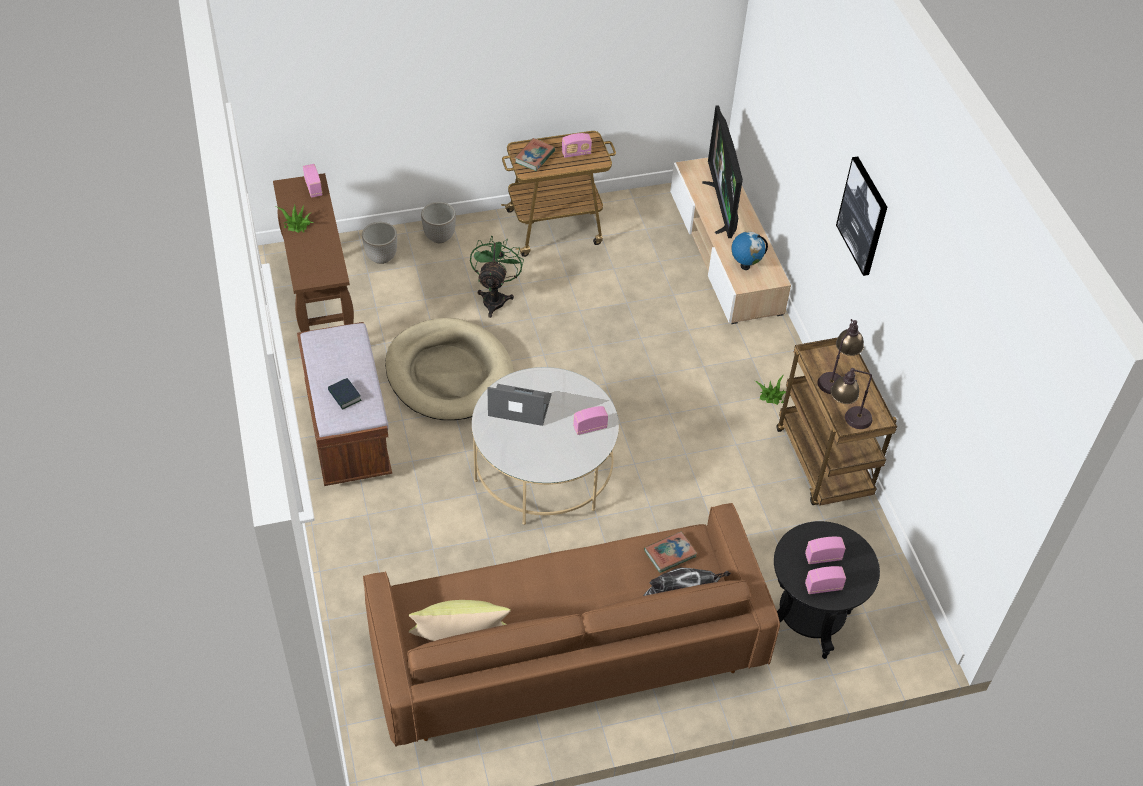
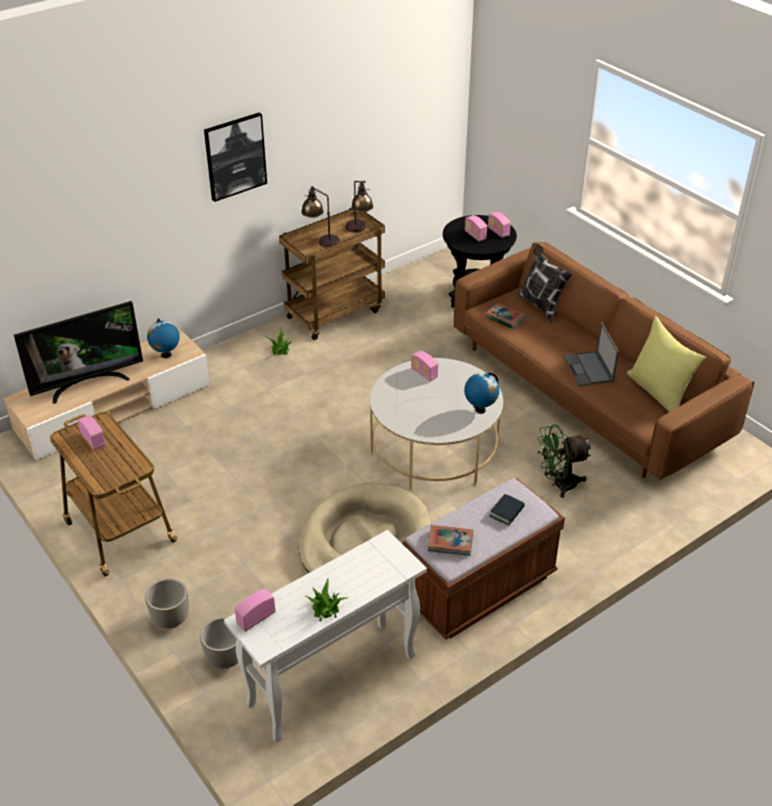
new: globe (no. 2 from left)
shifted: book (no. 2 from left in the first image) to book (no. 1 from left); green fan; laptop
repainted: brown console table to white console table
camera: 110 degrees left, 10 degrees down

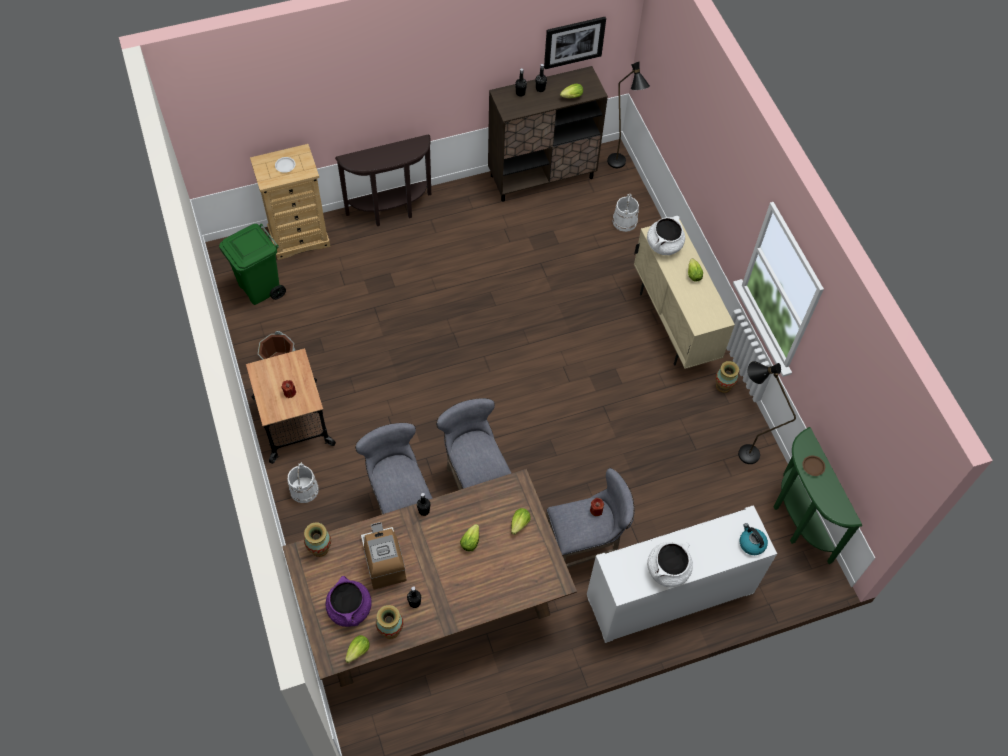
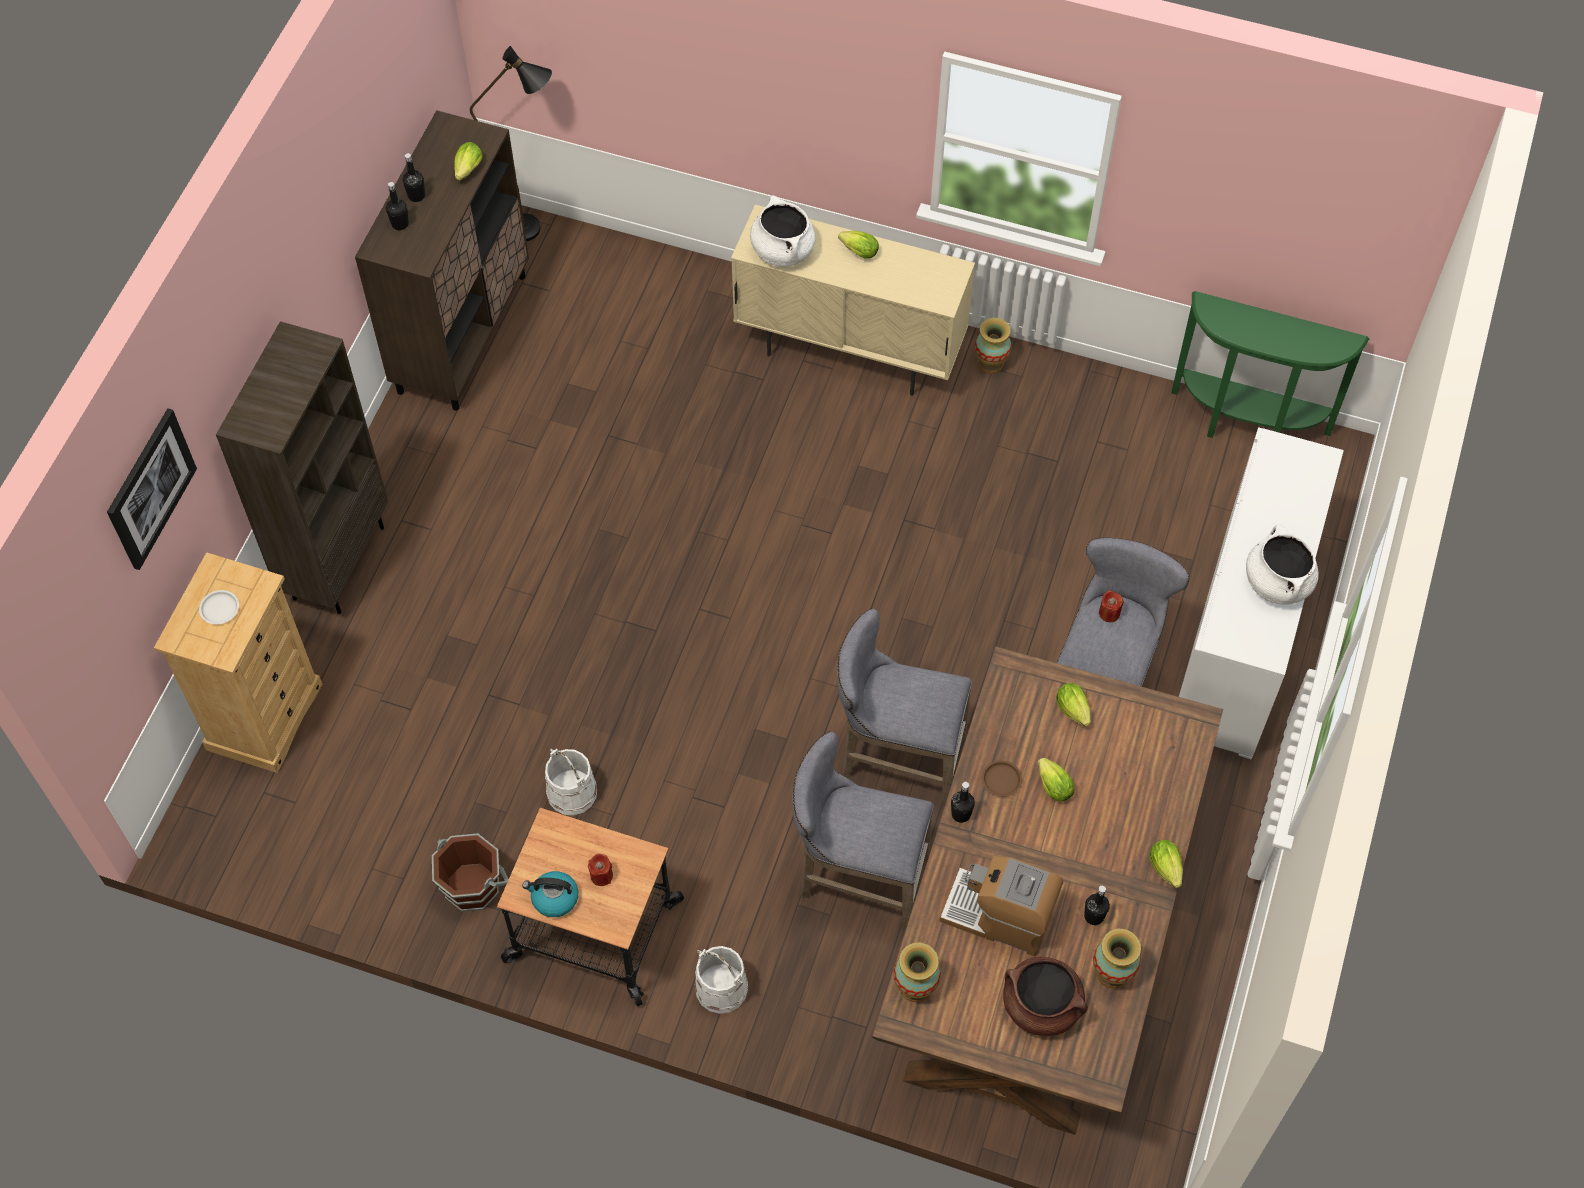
gone: green trash can; black floor lamp (no. 2 from left)
shifted: picture; kettle; white bucket (no. 2 from left in the first image) to white bucket (no. 1 from left); brown plate; lettuce (no. 1 from left in the first image) to lettuce (no. 5 from left)
swapped: brown console table to brown bookcase
repainted: purple cooking pot to brown cooking pot
camera: 50 degrees left, 0 degrees up

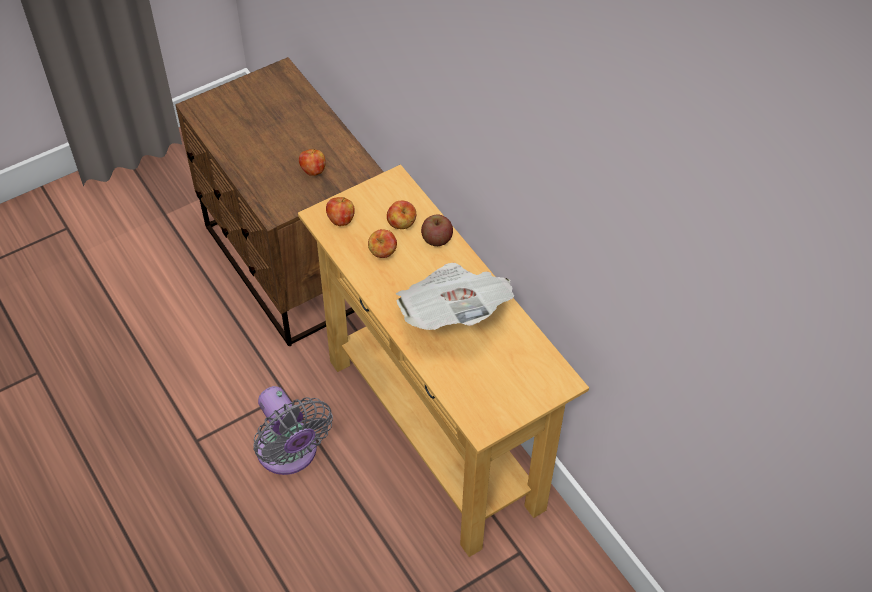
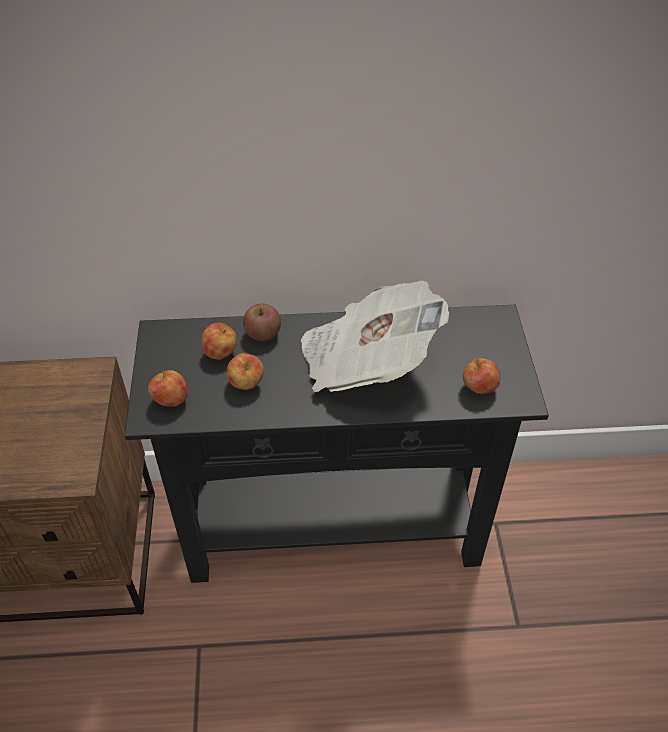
gone: grey fan
shifted: apple (no. 1 from left in the first image) to apple (no. 5 from left)
repainted: beige console table to black console table
camera: 60 degrees left, 5 degrees down

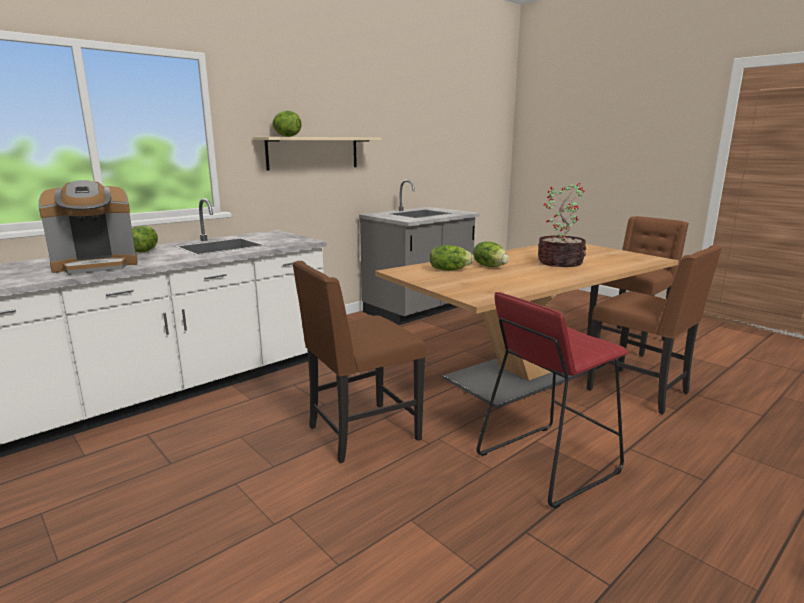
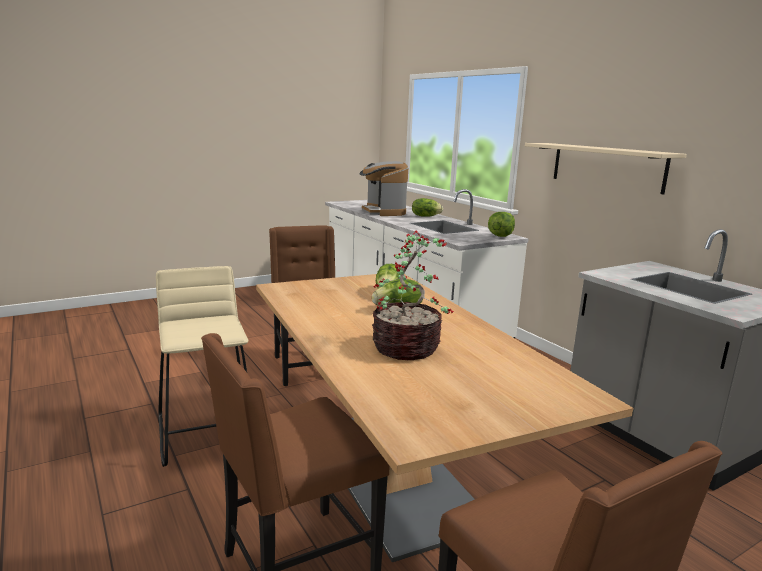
shifted: lettuce (no. 2 from left in the first image) to lettuce (no. 4 from left)
repainted: red stool to beige stool
camera: 100 degrees right, 0 degrees up

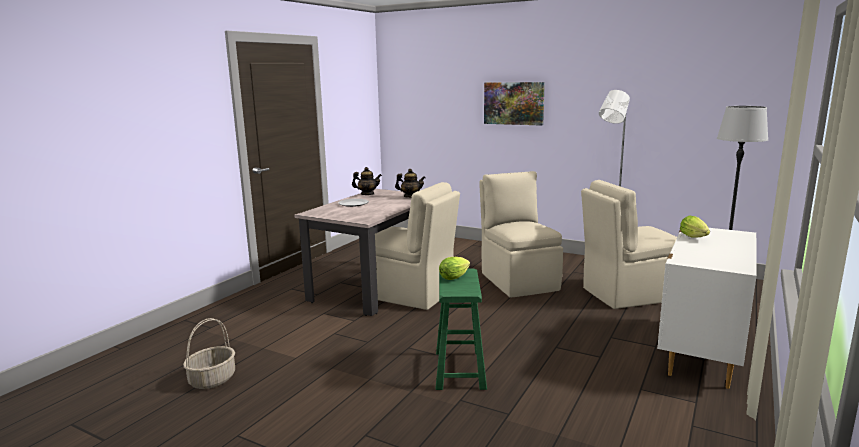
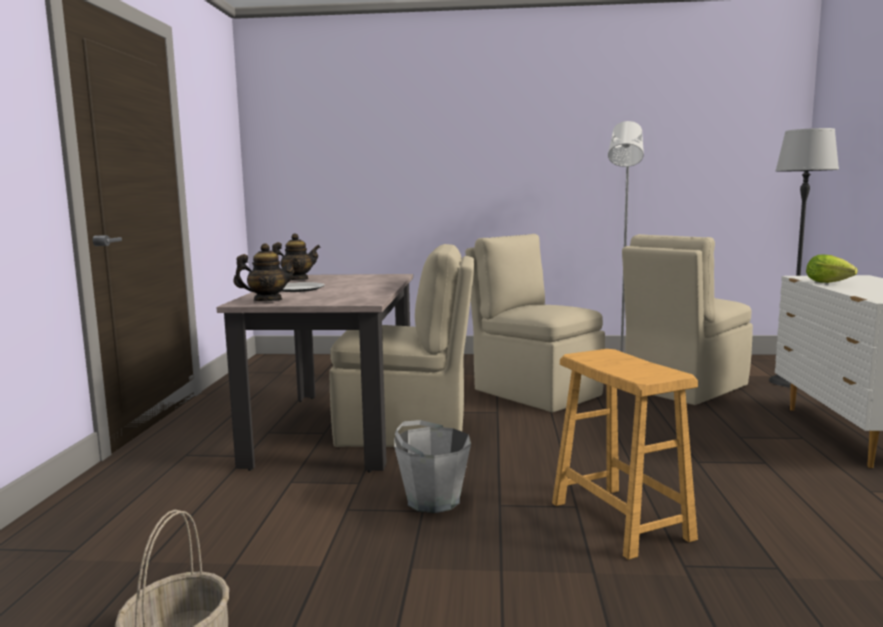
gone: lettuce (no. 1 from left); picture
new: grey bucket
shifted: teapot (no. 2 from left in the first image) to teapot (no. 1 from left)
repainted: green stool to brown stool
camera: 25 degrees left, 5 degrees down

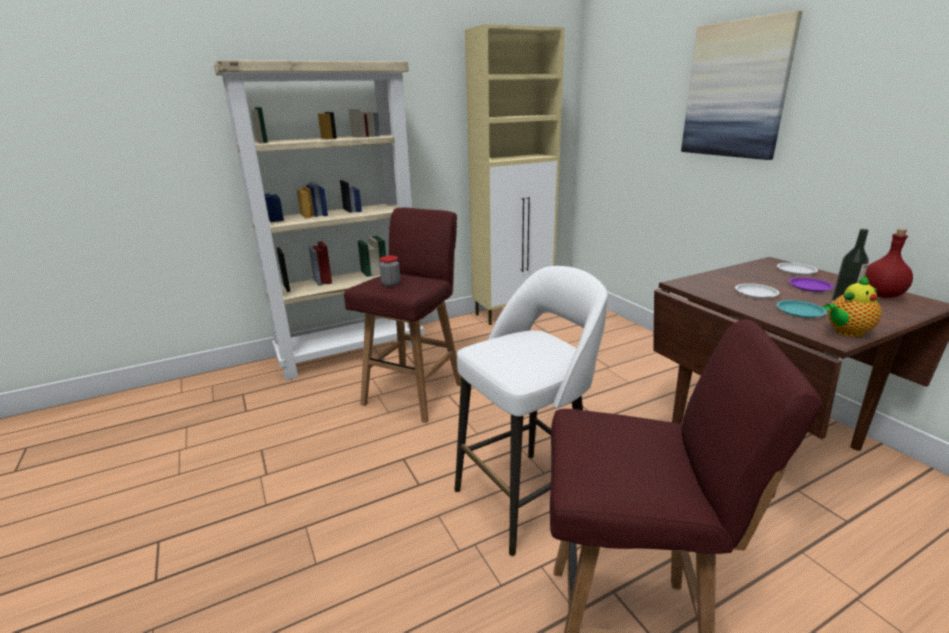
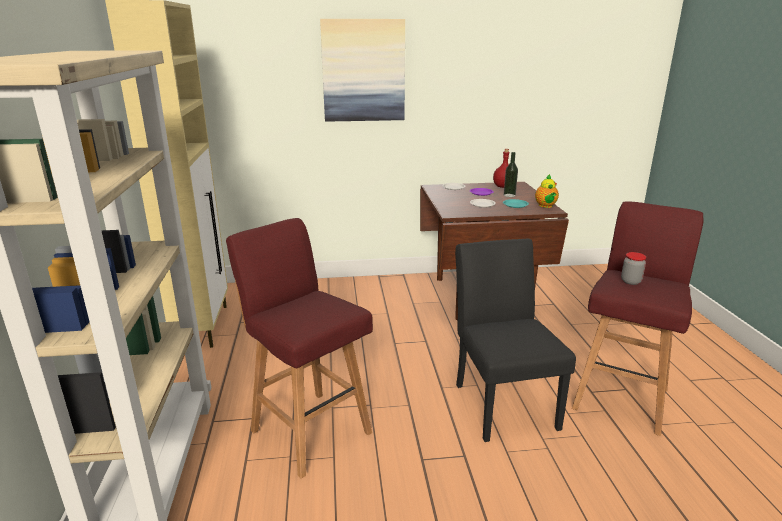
shifted: jar
swapped: white stool to black chair
camera: 70 degrees left, 0 degrees up

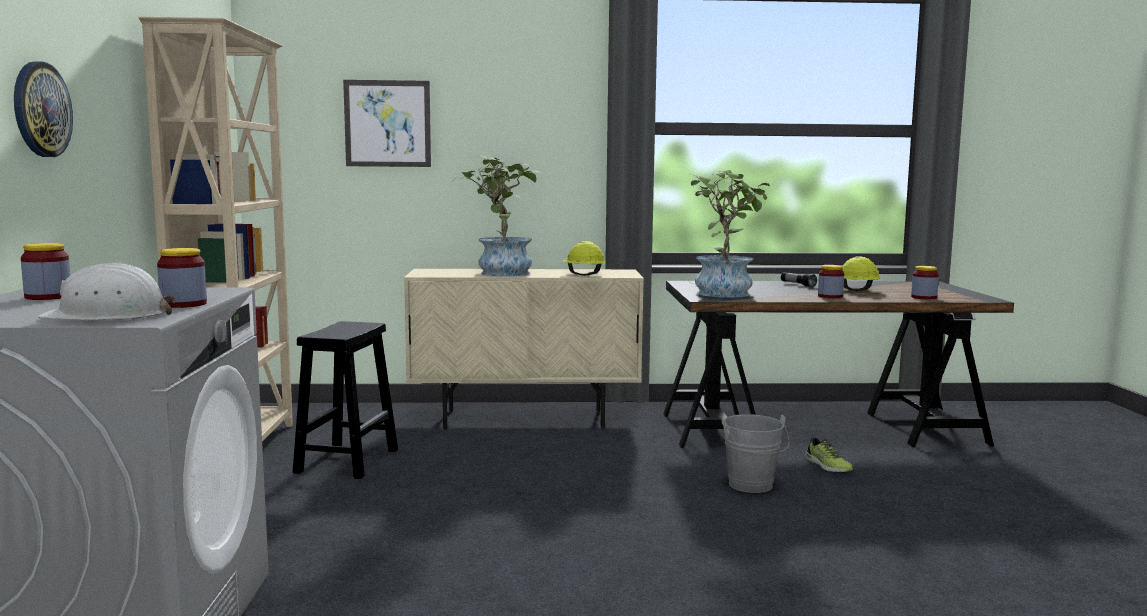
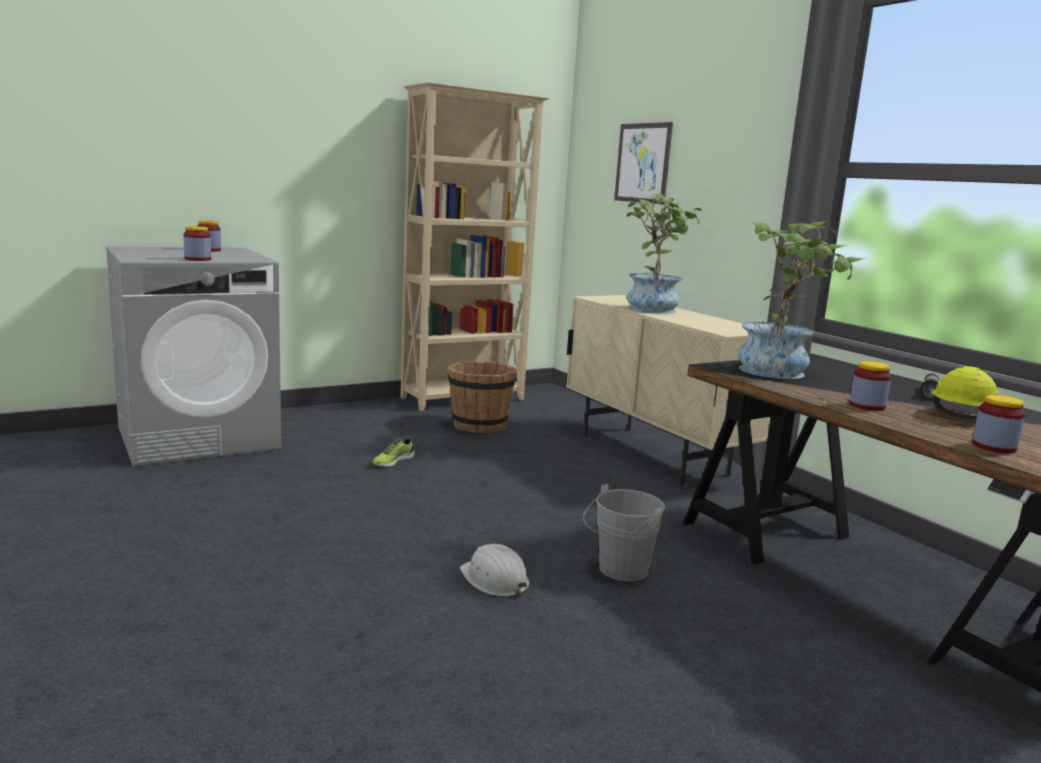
gone: wall clock; yellow hard hat (no. 1 from left)
shifted: shoe; white hard hat
swapped: black stool to brown bucket
camera: 60 degrees right, 5 degrees up

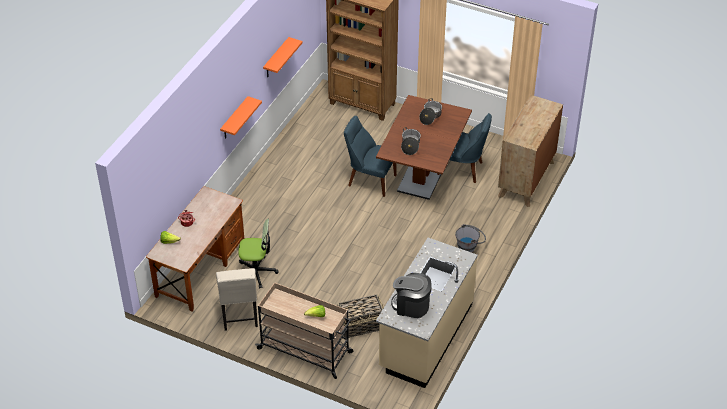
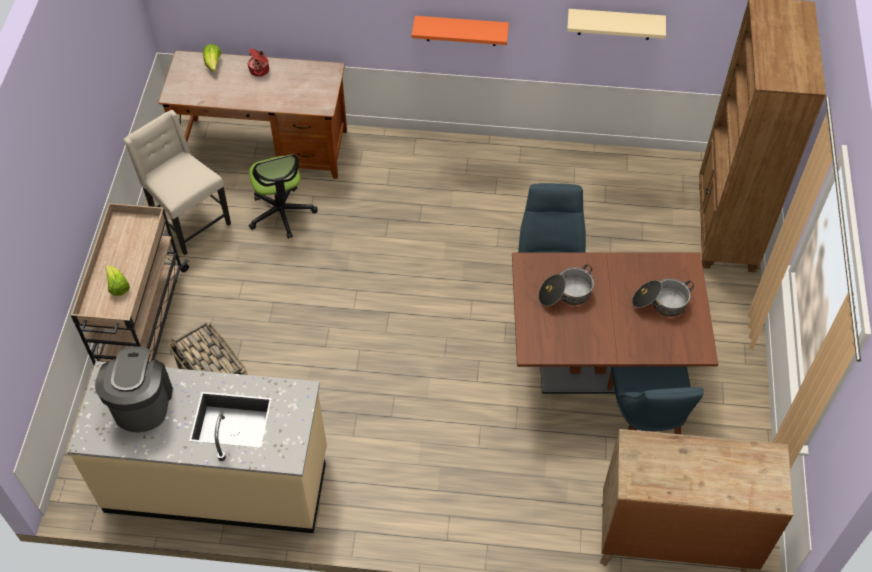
gone: grey bucket
repainted: orange shelf (no. 2 from left) to beige shelf
rotated: beige chair 75 degrees clockwise
camera: 70 degrees right, 10 degrees up

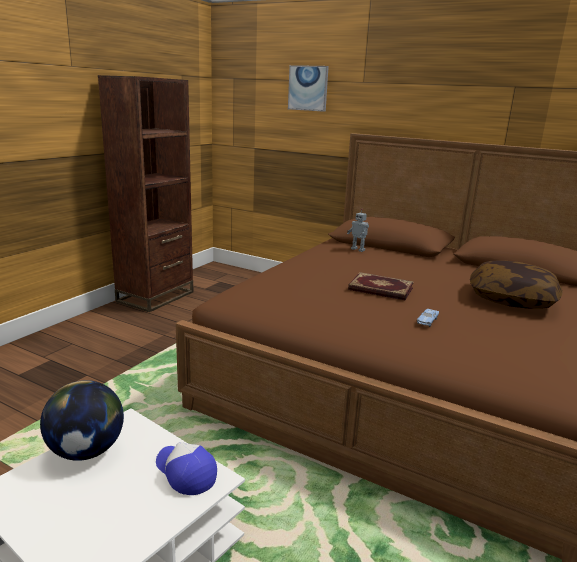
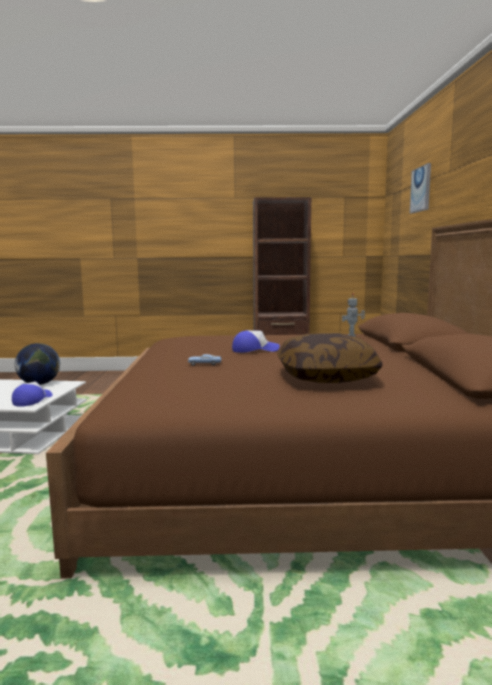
swapped: book to cap (no. 2 from left)
camera: 60 degrees right, 10 degrees down

